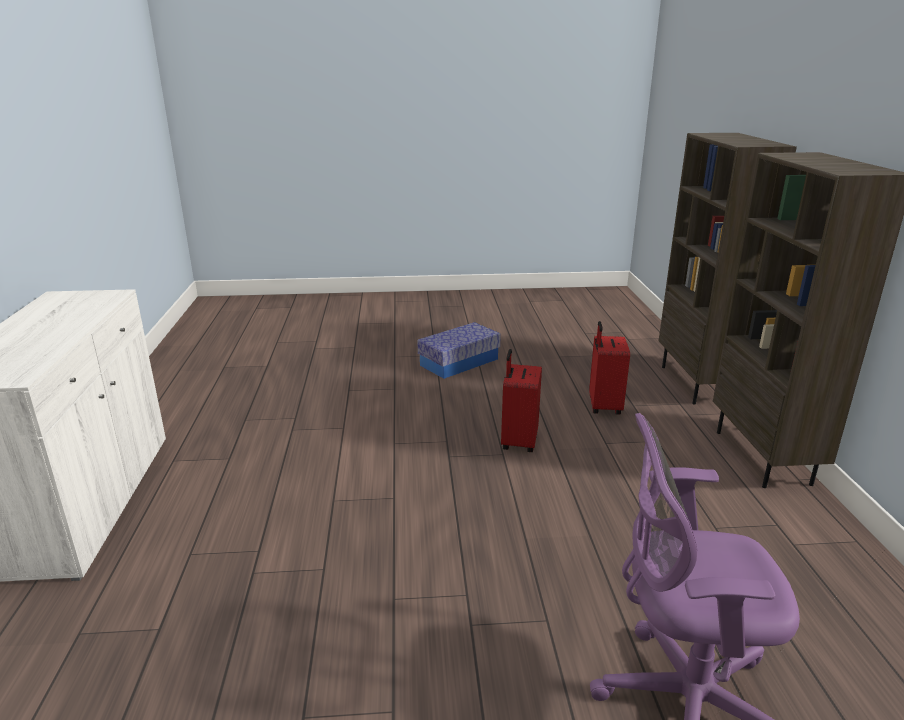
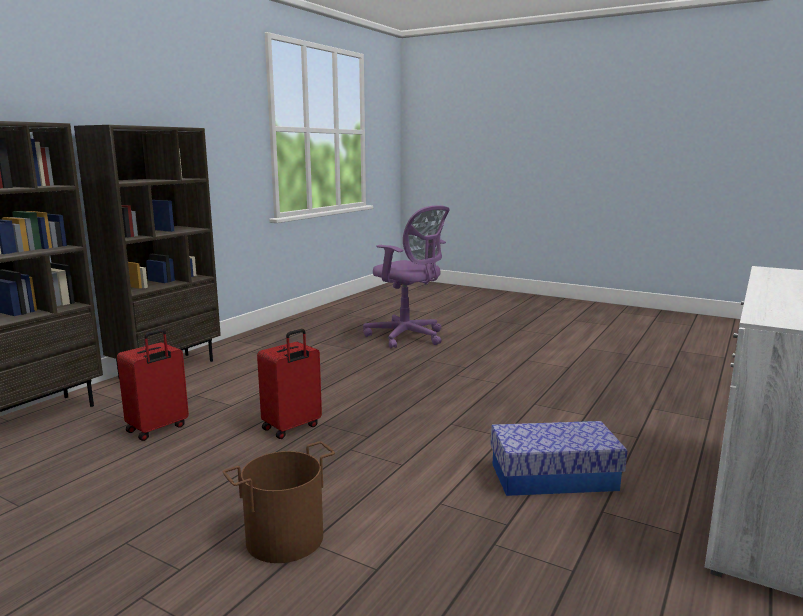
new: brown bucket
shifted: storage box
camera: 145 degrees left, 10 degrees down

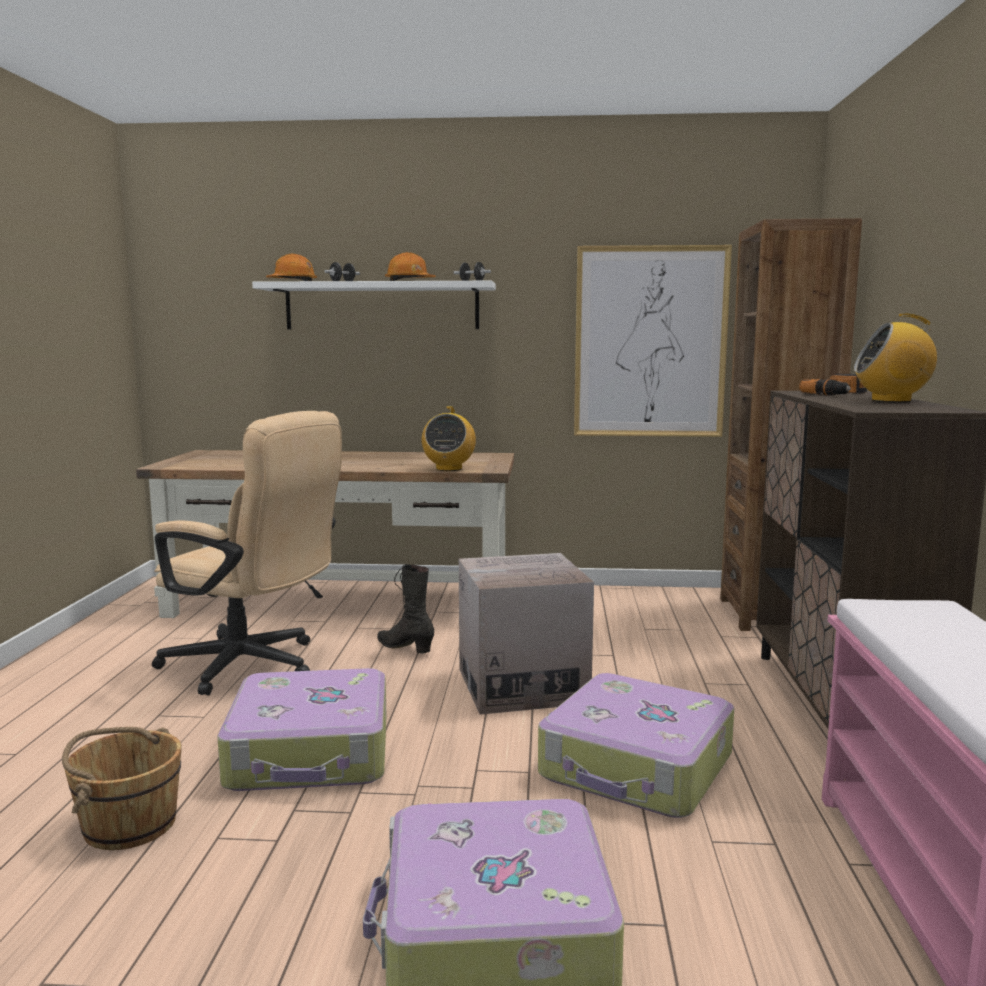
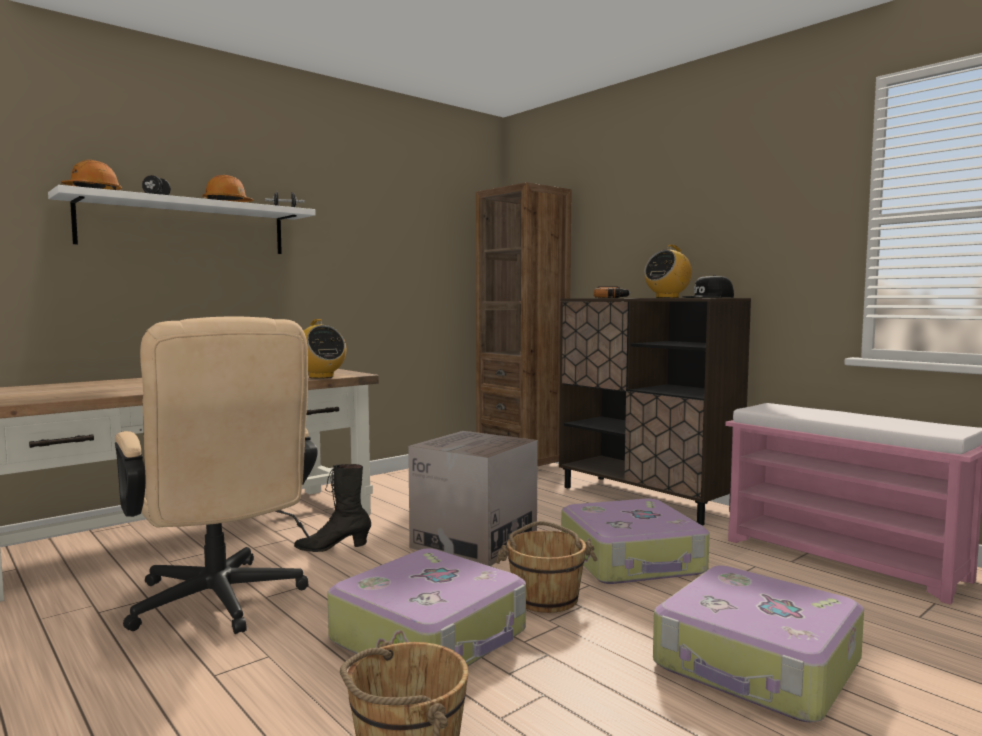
gone: picture
new: brown bucket (no. 2 from left); black cap
rotated: beige office chair 75 degrees clockwise
camera: 45 degrees left, 5 degrees down

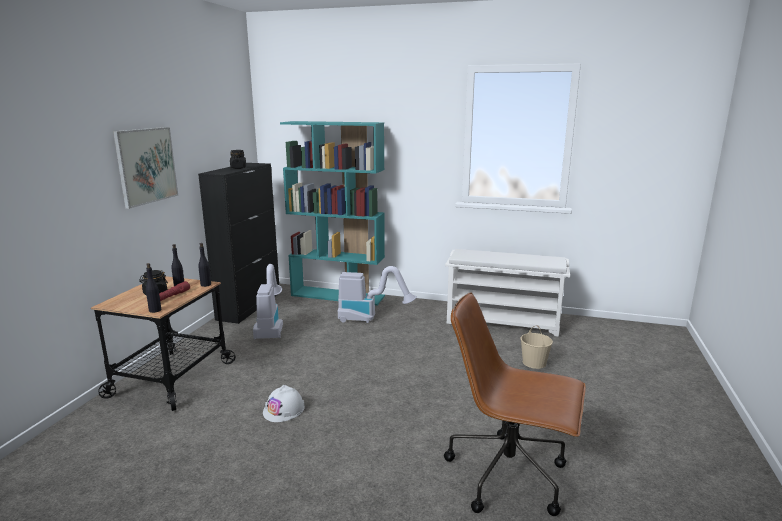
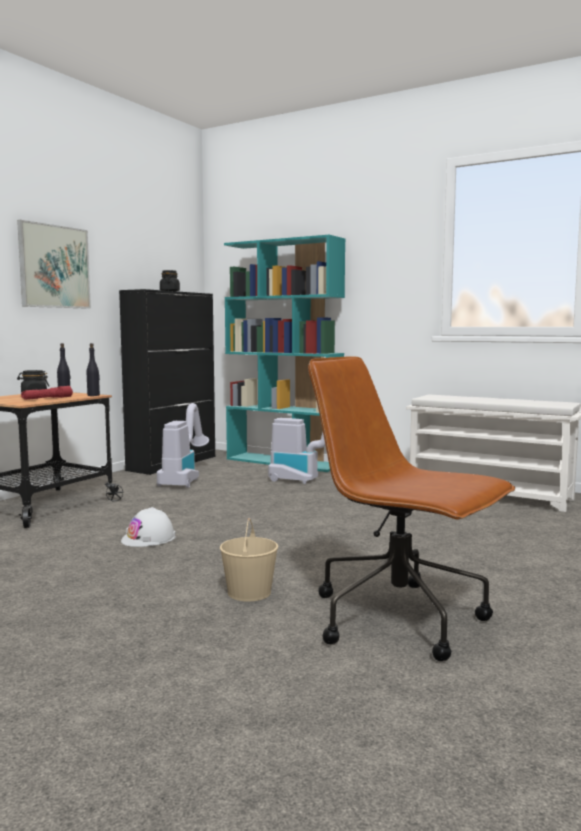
gone: black bottle (no. 1 from left)
shifted: beige bucket
camera: 15 degrees right, 10 degrees down

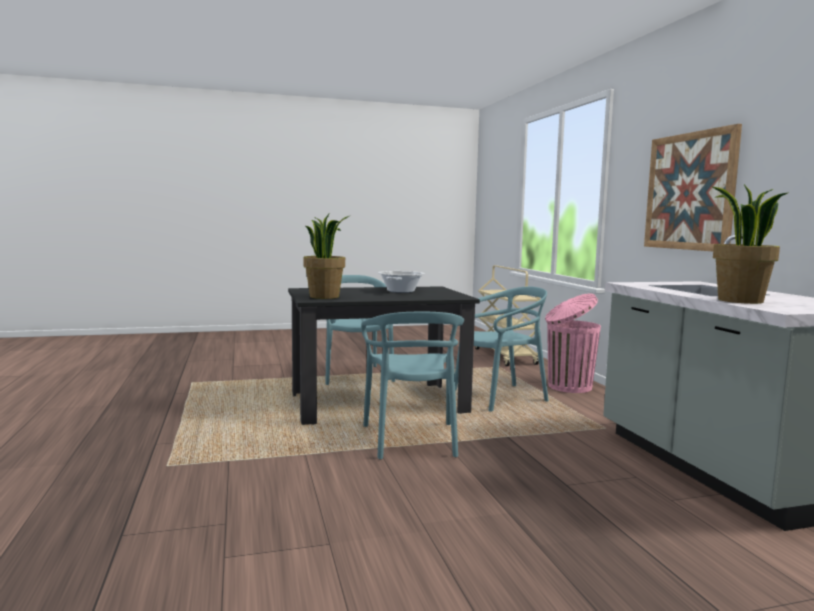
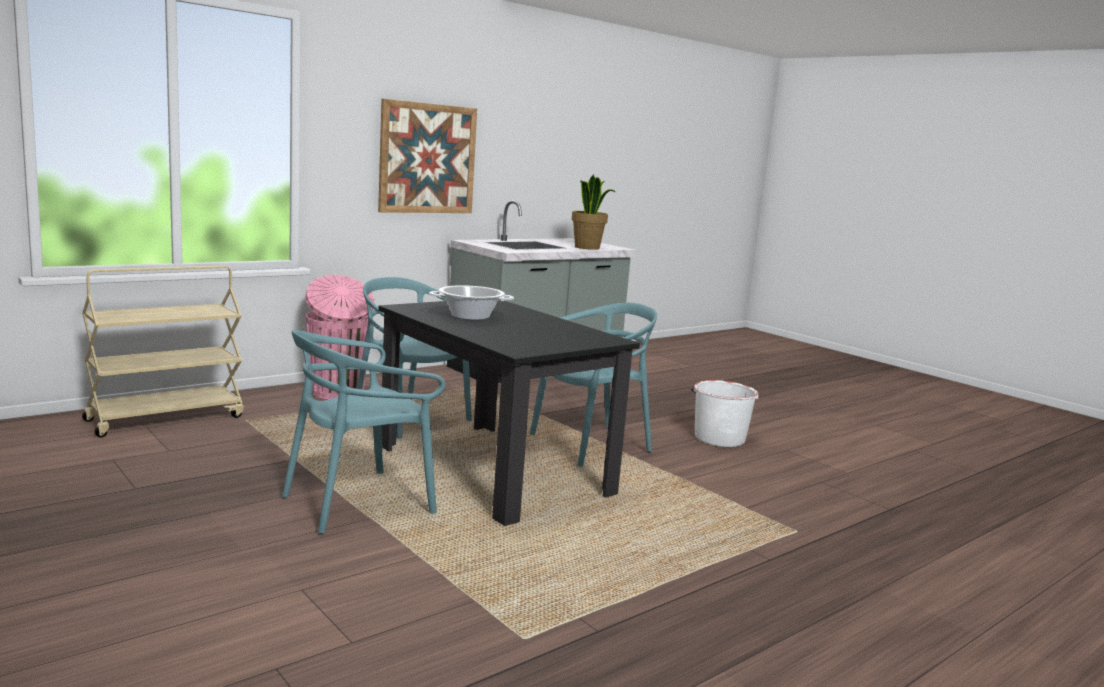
gone: potted plant (no. 1 from left)
new: white bucket
camera: 115 degrees left, 5 degrees up

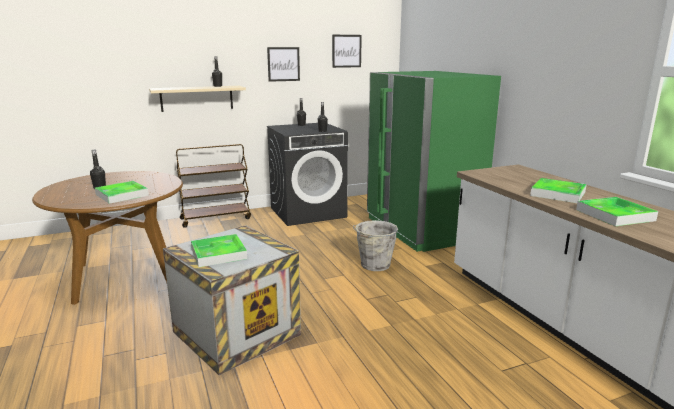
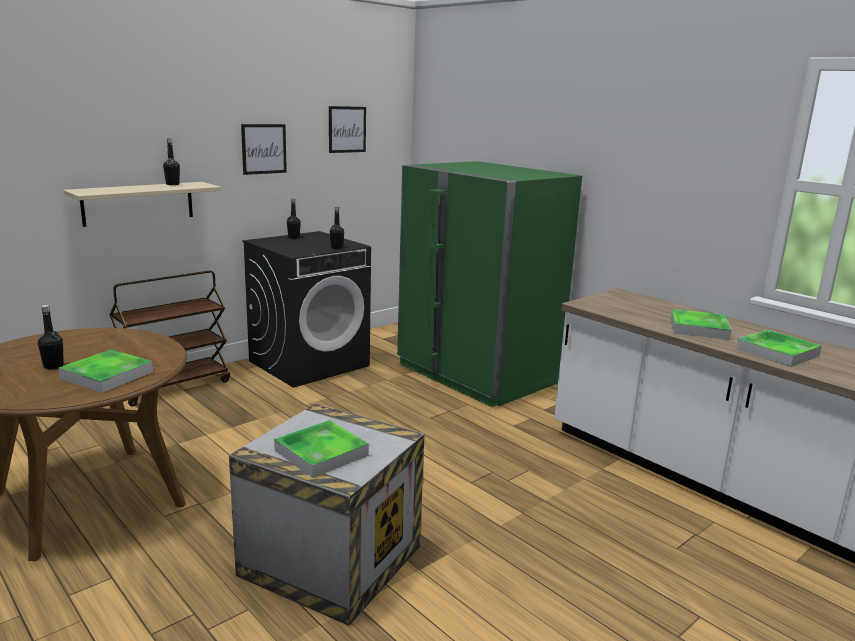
gone: grey bucket
camera: 20 degrees left, 0 degrees up

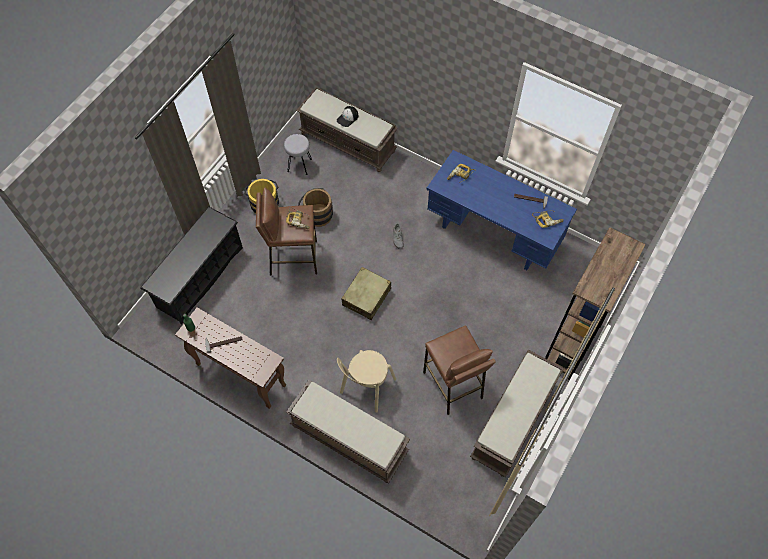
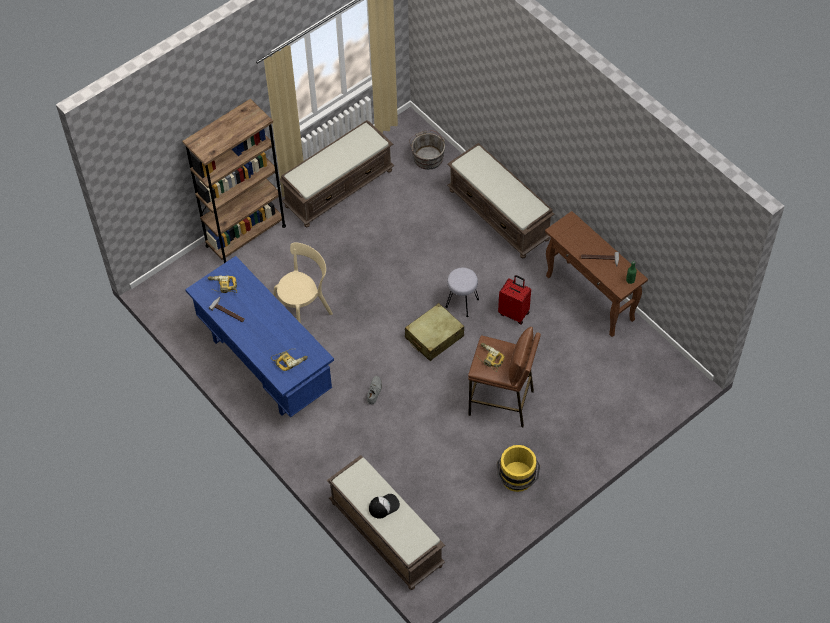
gone: black shoe rack; brown bucket; brown stool (no. 2 from left)
new: grey bucket; red suitcase
shifted: beige chair; grey stool
camera: 160 degrees left, 5 degrees down

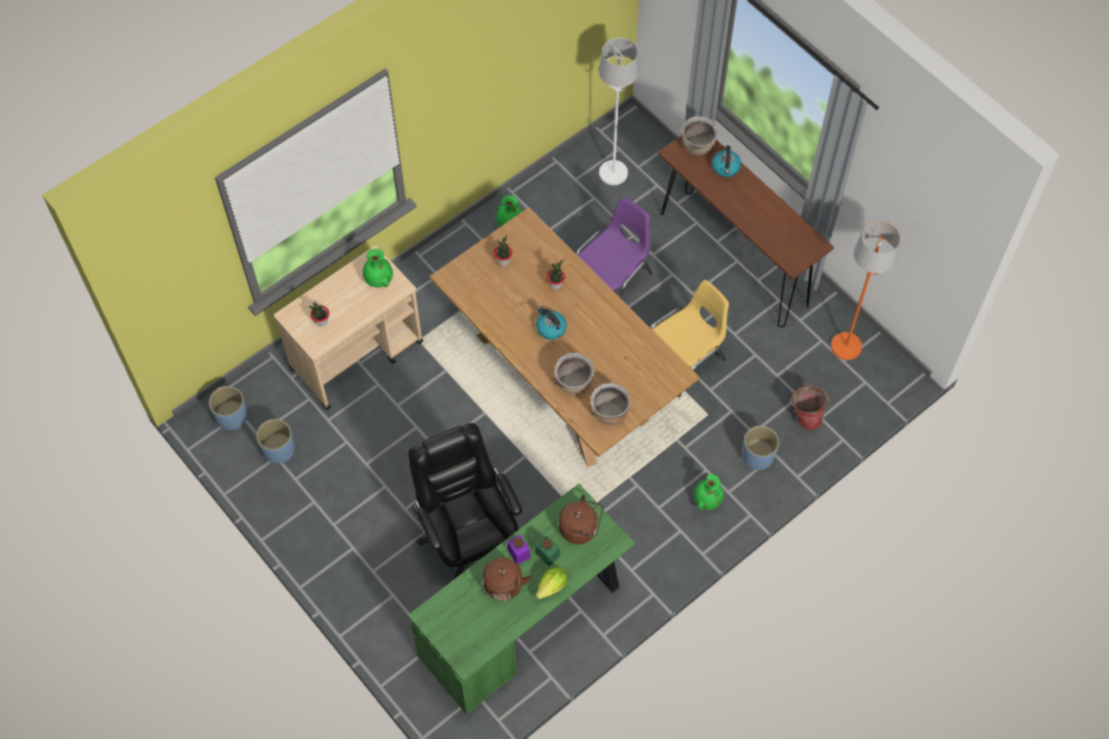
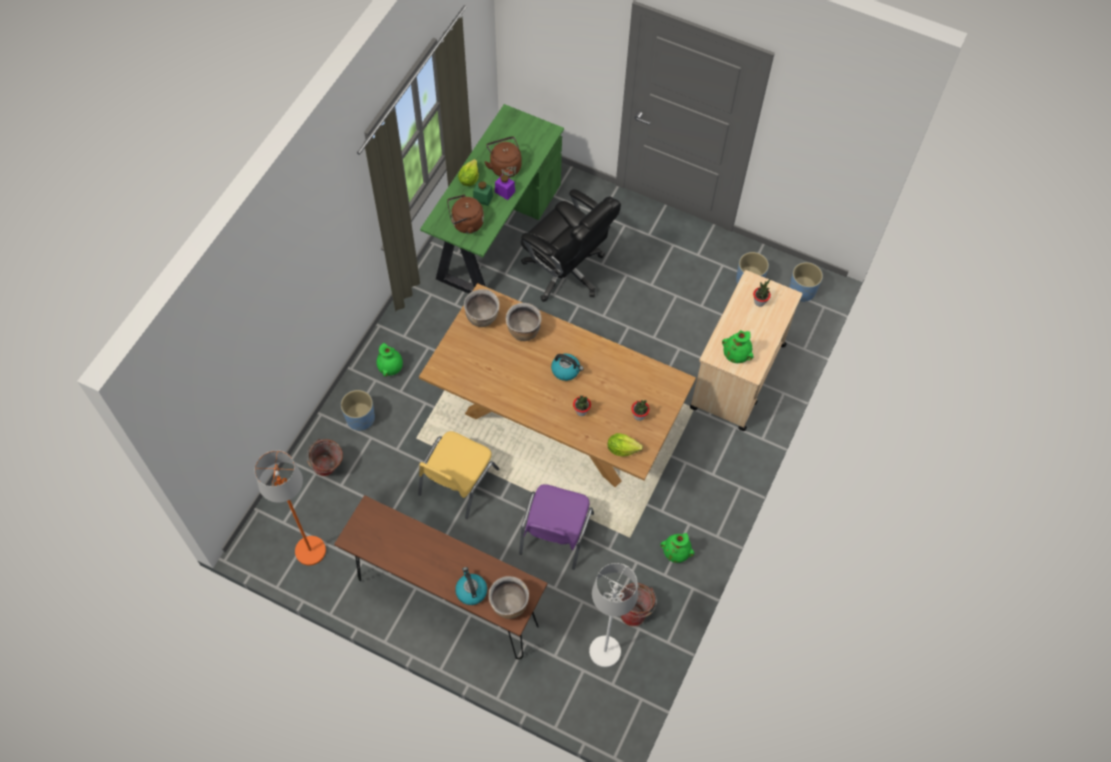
new: lettuce (no. 2 from left); bucket (no. 2 from left)
camera: 155 degrees right, 0 degrees up

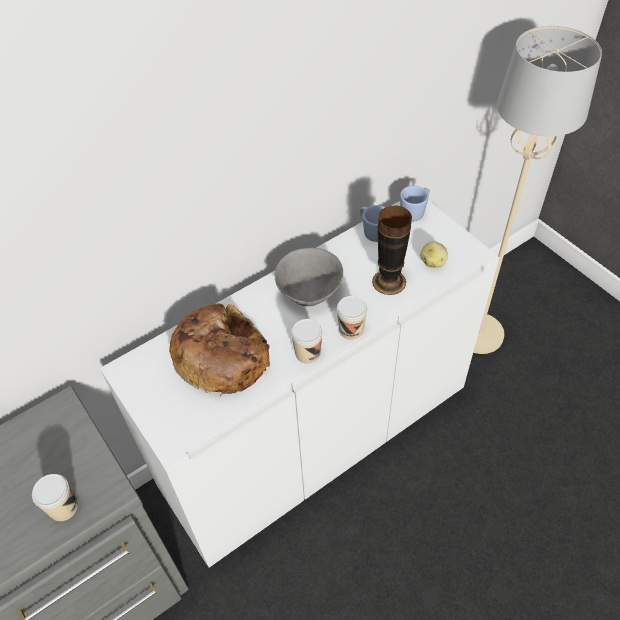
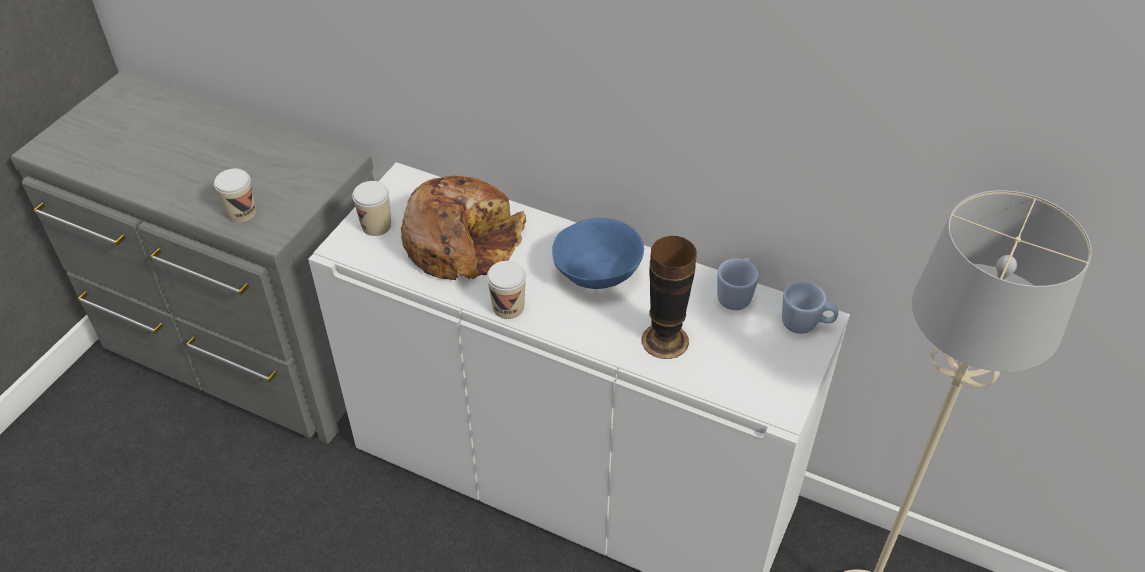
gone: potato
shifted: cup (no. 3 from left in the first image) to cup (no. 2 from left)
repainted: grey bowl to blue bowl
camera: 60 degrees right, 5 degrees down

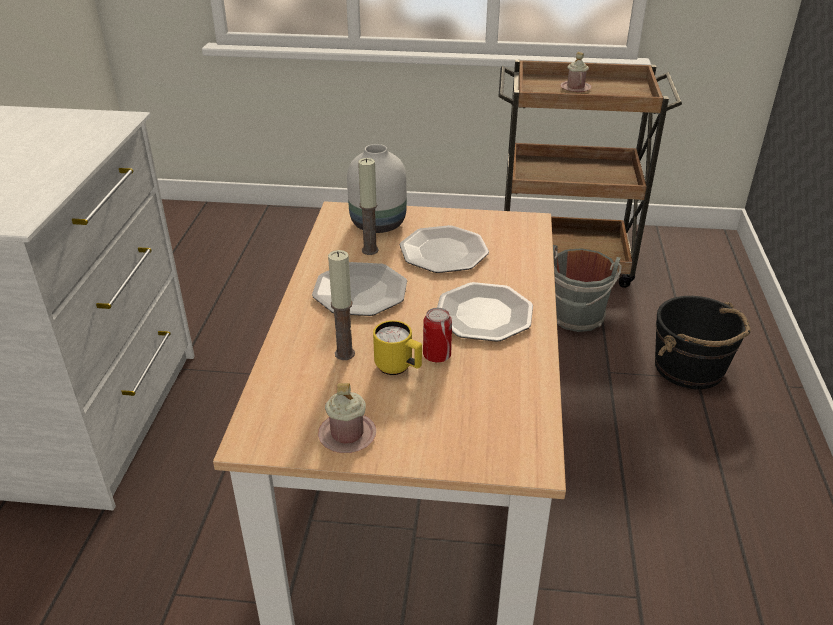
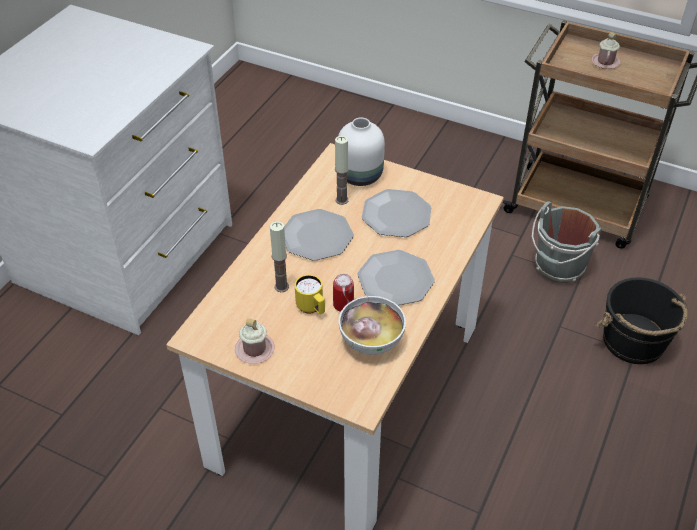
new: bowl
camera: 20 degrees right, 10 degrees up

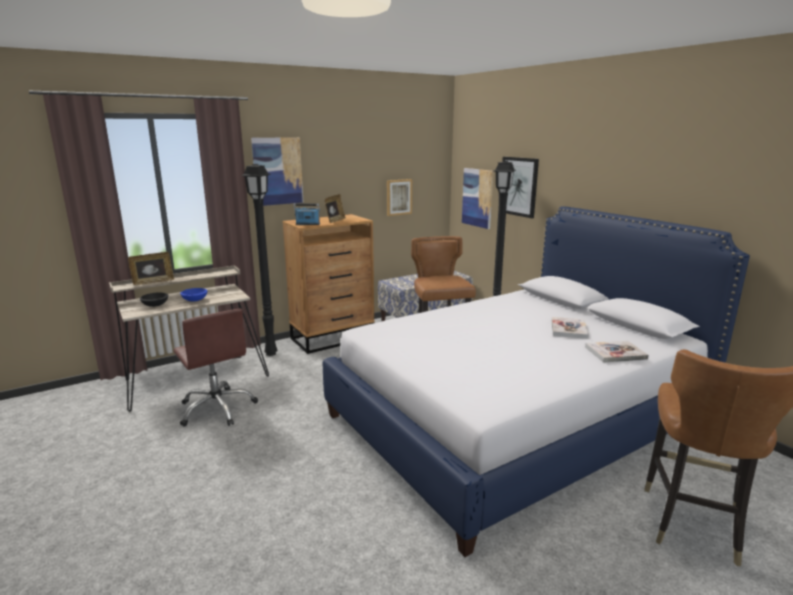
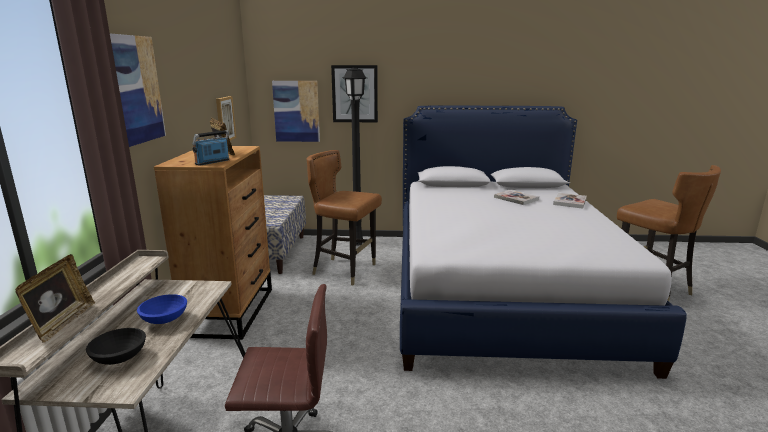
gone: black floor lamp (no. 1 from left)
camera: 55 degrees left, 0 degrees up

